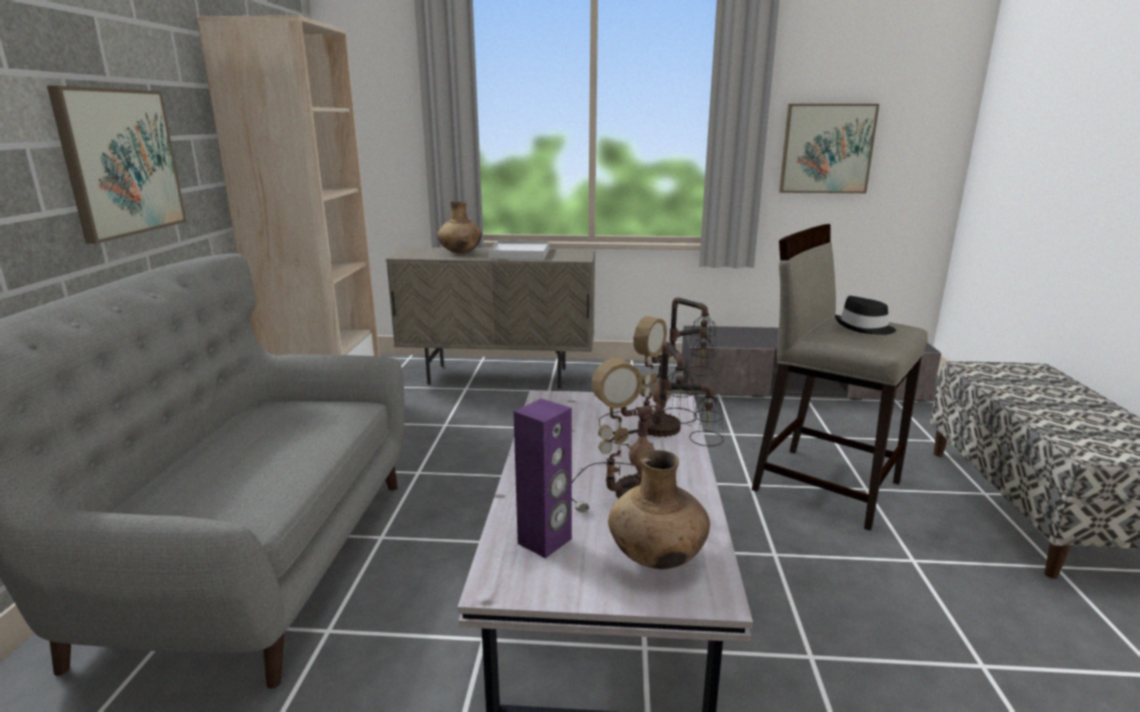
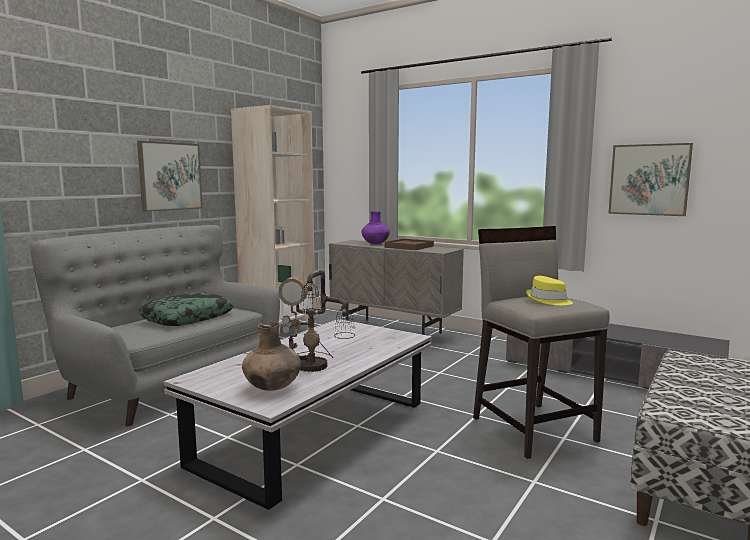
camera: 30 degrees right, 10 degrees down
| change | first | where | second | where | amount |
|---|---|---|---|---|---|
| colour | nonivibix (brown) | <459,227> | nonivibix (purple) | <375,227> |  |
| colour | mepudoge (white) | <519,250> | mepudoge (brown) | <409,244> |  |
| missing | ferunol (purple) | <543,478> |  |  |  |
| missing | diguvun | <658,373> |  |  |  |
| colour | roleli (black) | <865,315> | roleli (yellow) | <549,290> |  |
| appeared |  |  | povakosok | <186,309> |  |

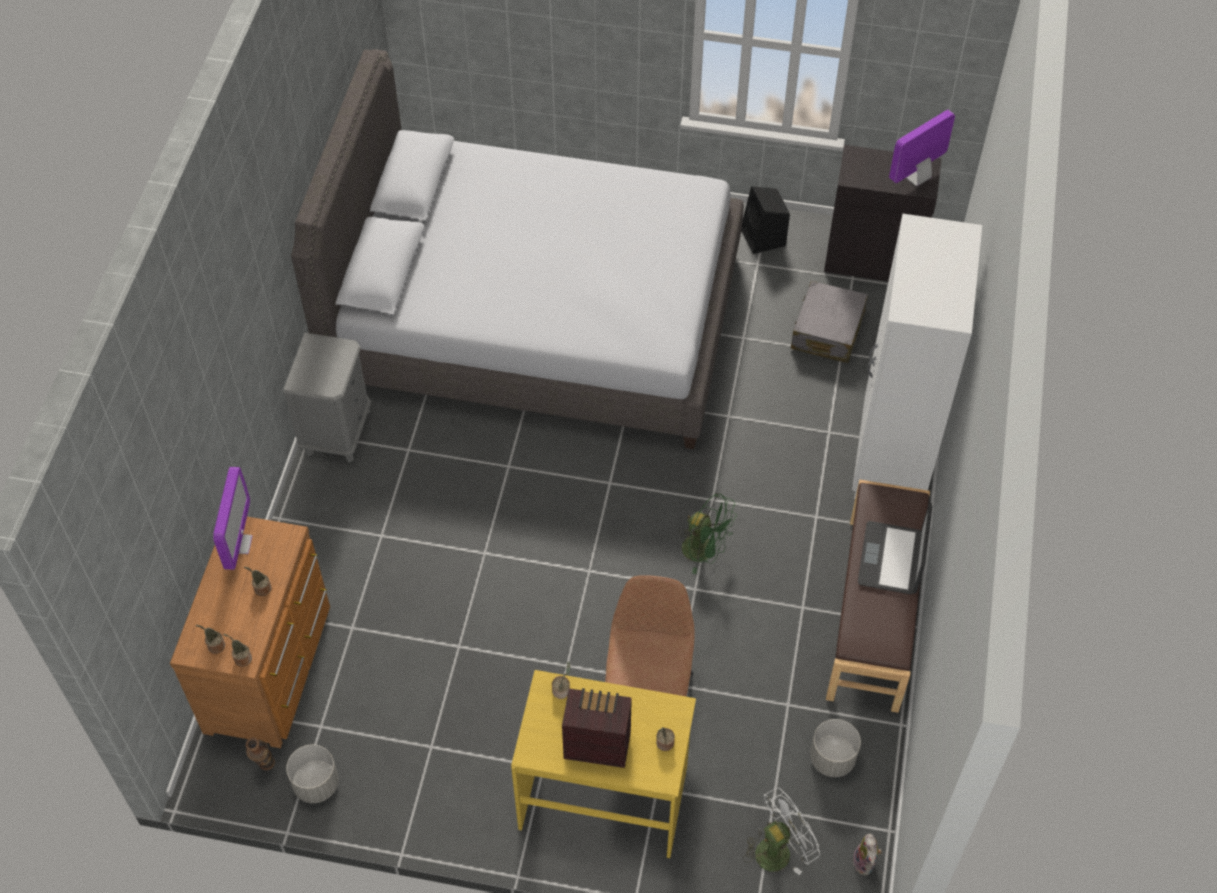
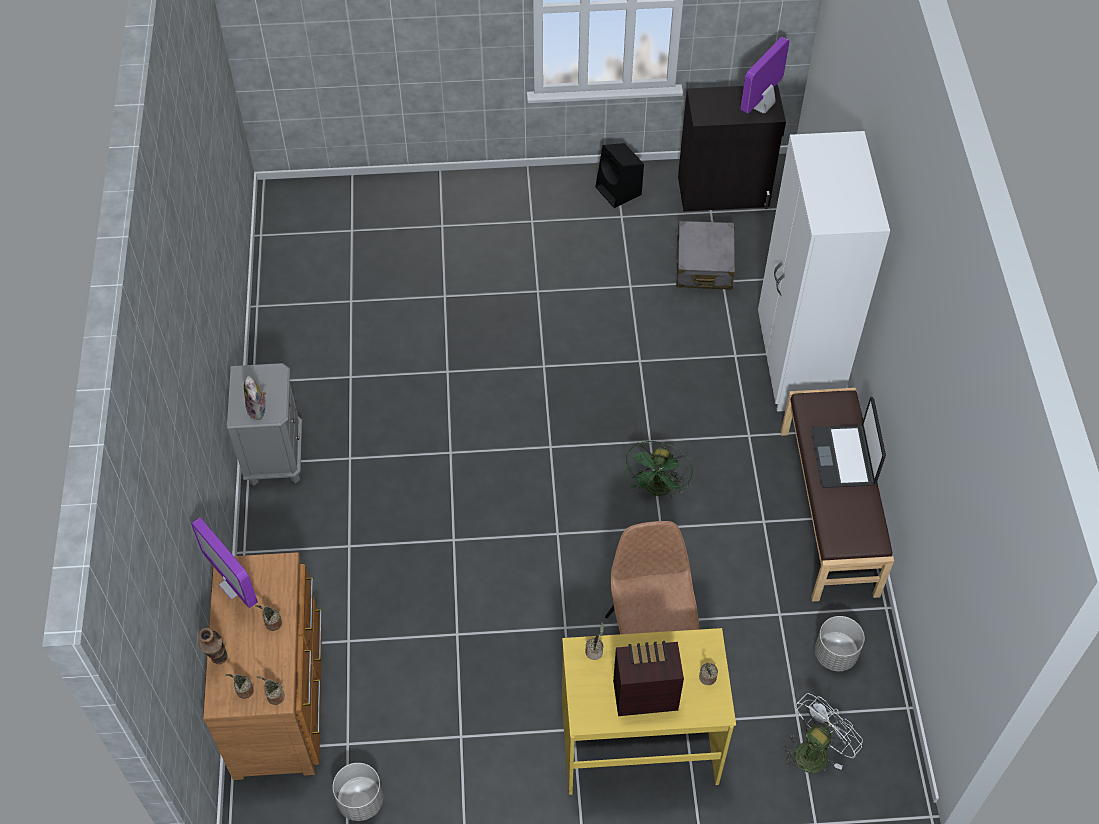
camera: 15 degrees left, 0 degrees up
| change | first | where | second | where | amount |
|---|---|---|---|---|---|
| spun | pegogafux | <233,518> |  | <224,562> | 150 degrees clockwise |
| relocated | nonivibix | <260,753> |  | <213,646> |  |
| missing | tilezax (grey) | <517,249> |  |  |  |
| spun | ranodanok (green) | <708,533> |  | <658,469> | 90 degrees clockwise |
| relocated | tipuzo | <867,854> |  | <255,398> |  |

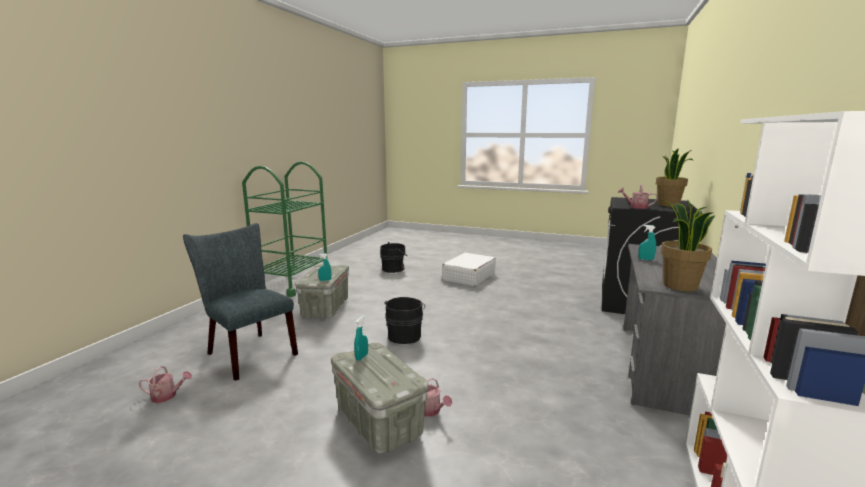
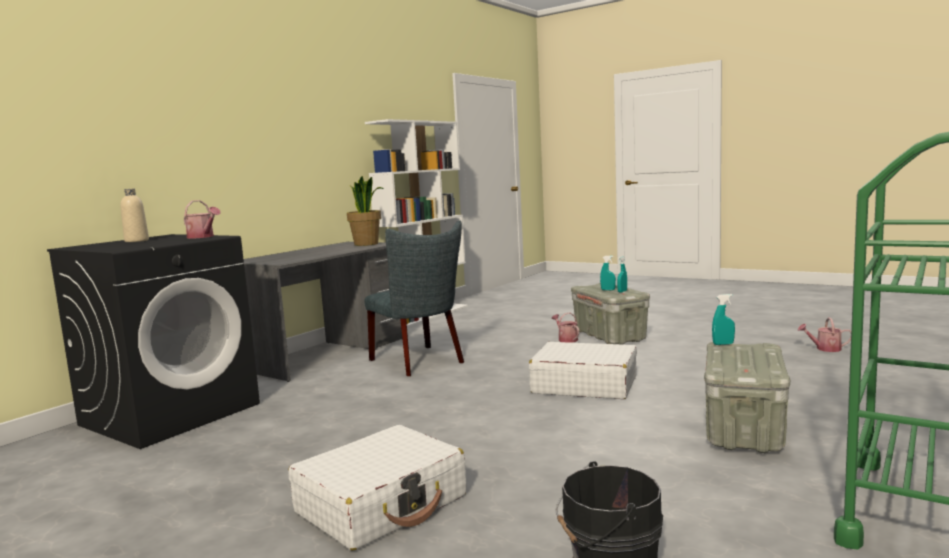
camera: 165 degrees left, 5 degrees down
| change | first | where | second | where | amount |
|---|---|---|---|---|---|
| relocated | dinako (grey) | <240,302> |  | <414,298> |  |
| exchanged | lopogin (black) | <404,320> | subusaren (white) | <583,370> |  |
| relocated | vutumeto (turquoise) | <647,242> |  | <608,273> |  |
| exchanged | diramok | <675,177> | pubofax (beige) | <135,215> |  |

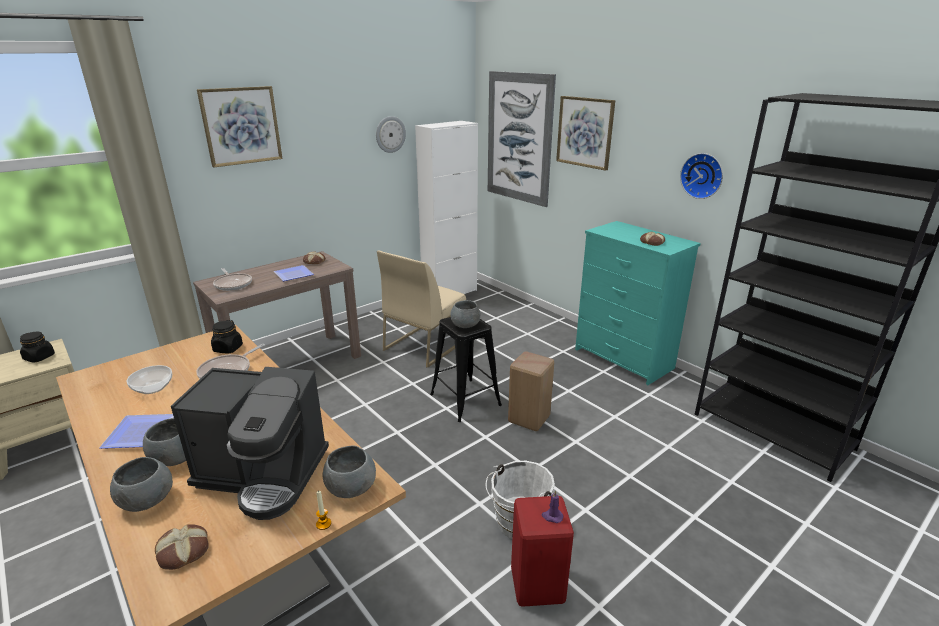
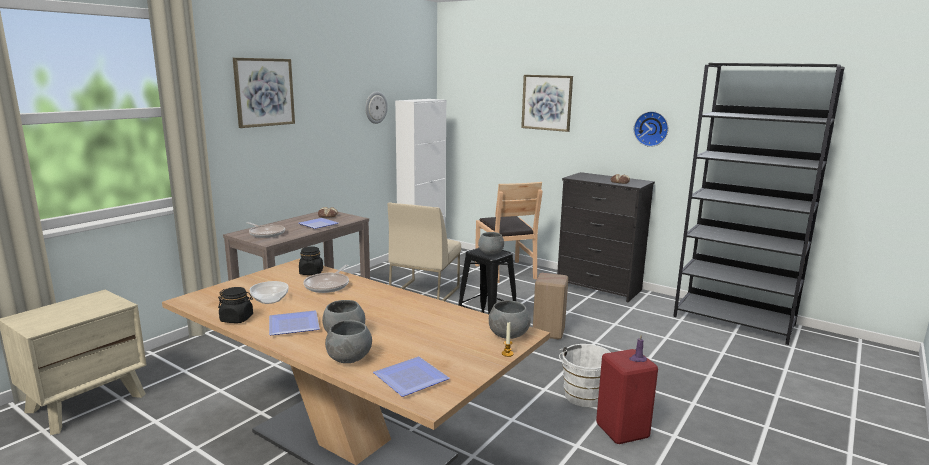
camera: 15 degrees left, 10 degrees down
| change | first | where | second | where | amount |
|---|---|---|---|---|---|
| relocated | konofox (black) | <37,347> |  | <235,305> |  |
| exchanged | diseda | <182,547> | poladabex | <411,377> |  |
| missing | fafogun | <250,443> |  |  |  |
| missing | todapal | <522,139> |  |  |  |
| colour | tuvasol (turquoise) | <638,303> | tuvasol (black) | <606,237> |  |
| appeared |  |  | dinako (brown) | <508,232> |  |

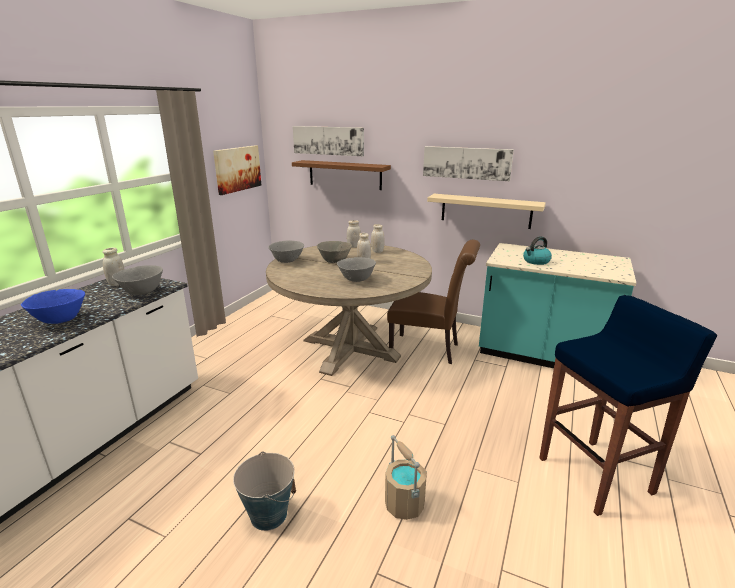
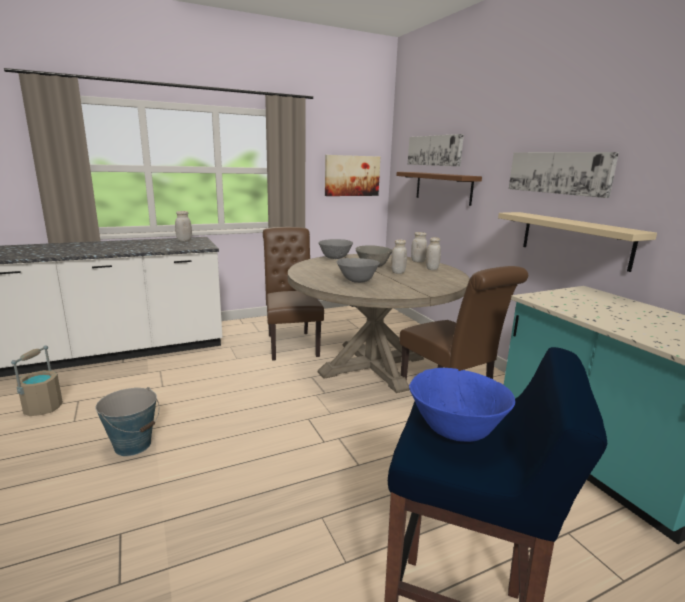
camera: 40 degrees right, 5 degrees down
| change | first | where | second | where | amount |
|---|---|---|---|---|---|
| relocated | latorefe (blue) | <53,306> |  | <462,405> |  |
| missing | latorefe (grey) | <137,280> |  |  |  |
| relocated | lopogin (beige) | <406,477> |  | <37,380> |  |
| missing | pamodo | <537,250> |  |  |  |
| appeared |  |  | dinako (brown) | <293,294> |  |

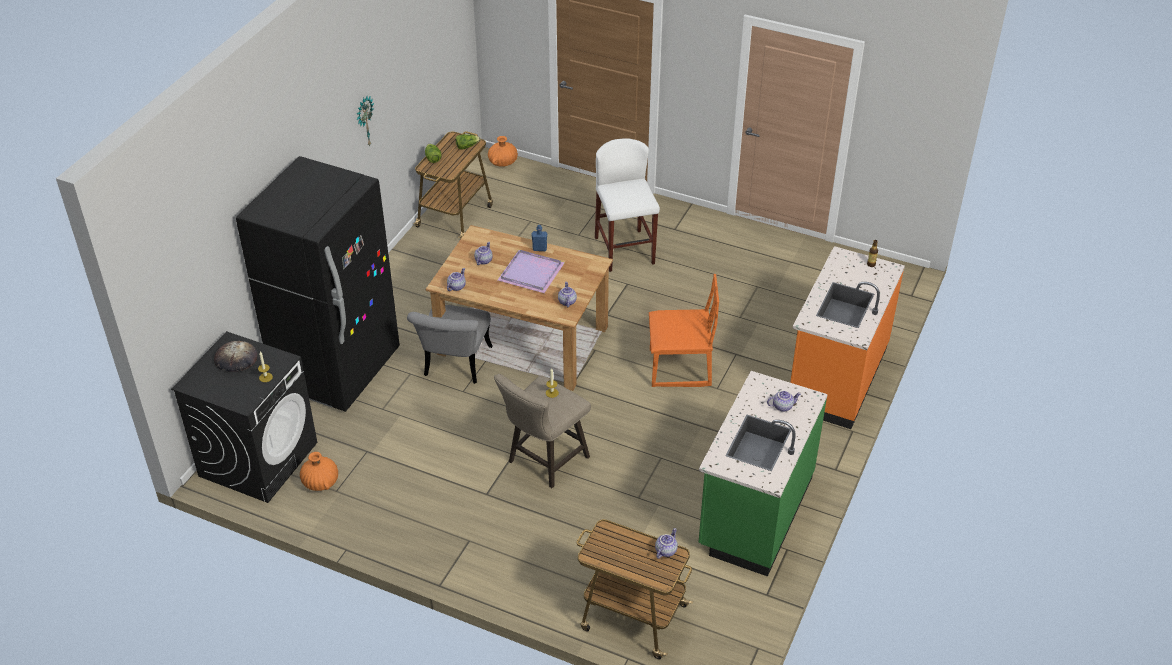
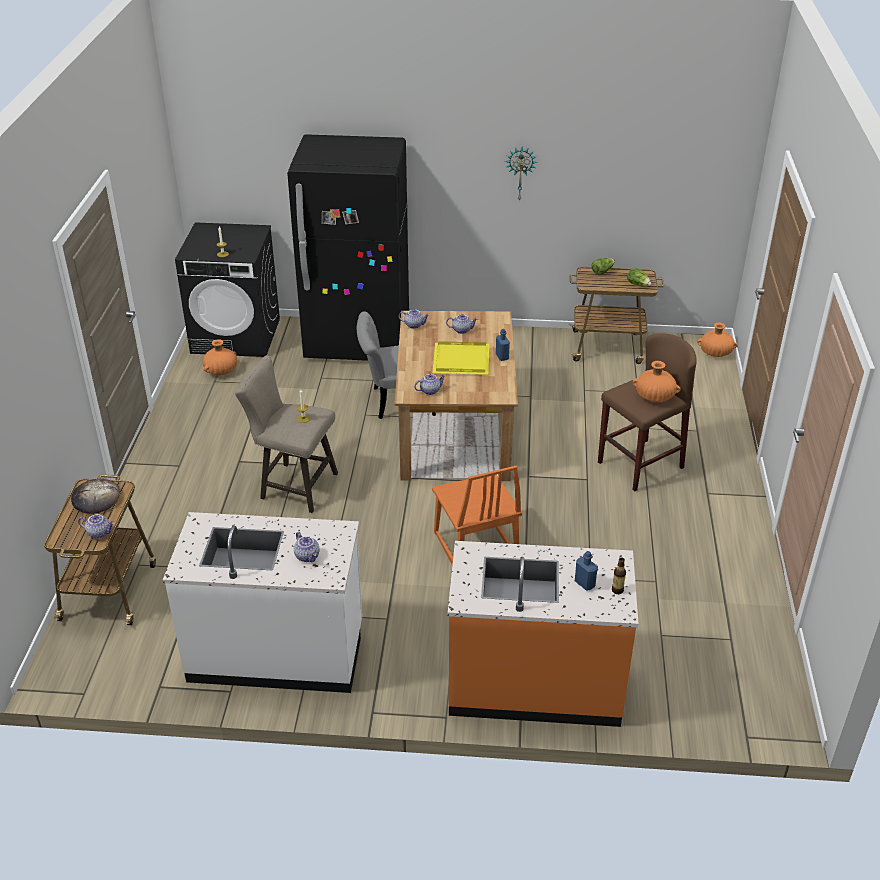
camera: 70 degrees right, 5 degrees down
| change | first | where | second | where | amount |
|---|---|---|---|---|---|
| relocated | diseda | <235,356> |  | <95,496> |  |
| colour | mepudoge (purple) | <531,271> | mepudoge (yellow) | <460,358> |  |
| colour | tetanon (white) | <627,205> | tetanon (brown) | <647,412> |  |
| colour | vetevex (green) | <763,474> | vetevex (white) | <262,602> |  |
| appeared |  |  | pubofax (blue) | <586,571> |  |
| appeared |  |  | nonivibix (orange) | <657,381> |  |

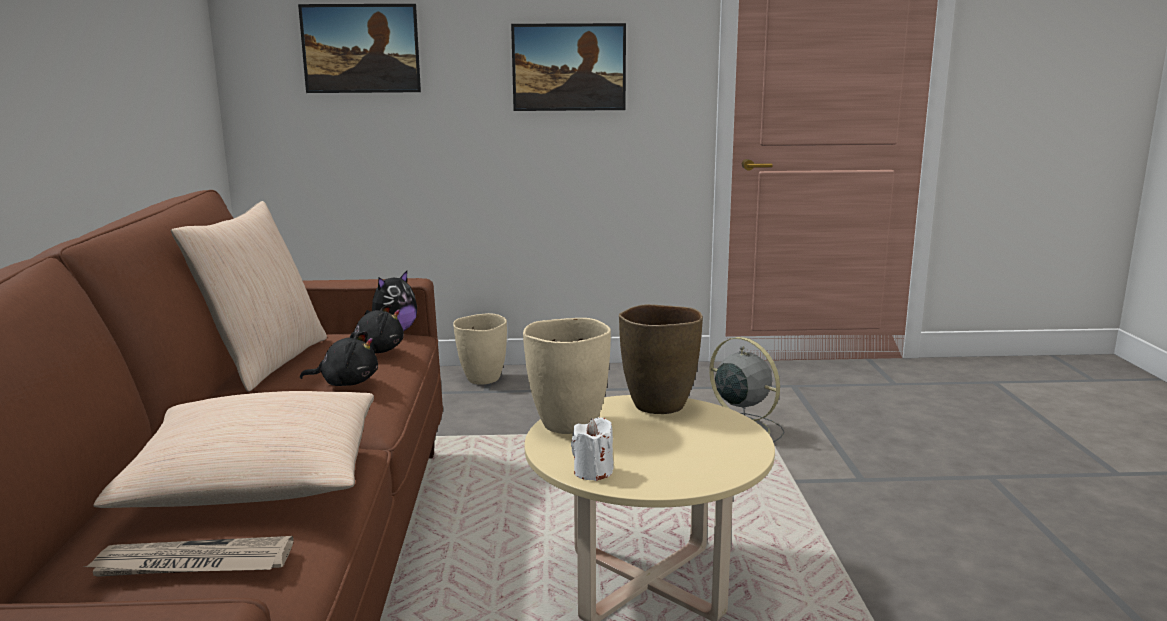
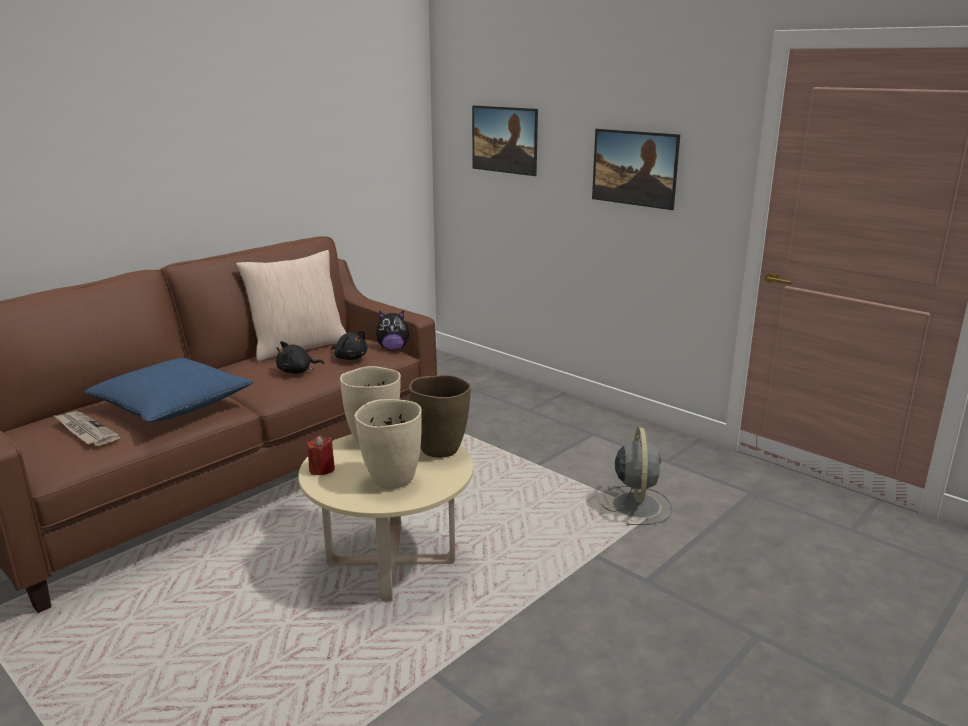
camera: 45 degrees right, 5 degrees up
| change | first | where | second | where | amount |
|---|---|---|---|---|---|
| colour | povakosok (beige) | <233,449> | povakosok (blue) | <168,390> |  |
| spun | tipuzo (black) | <339,358> |  | <300,357> | 105 degrees clockwise |
| relocated | nonivibix (beige) | <480,348> |  | <388,444> |  |
| colour | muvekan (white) | <592,449> | muvekan (red) | <321,455> |  |

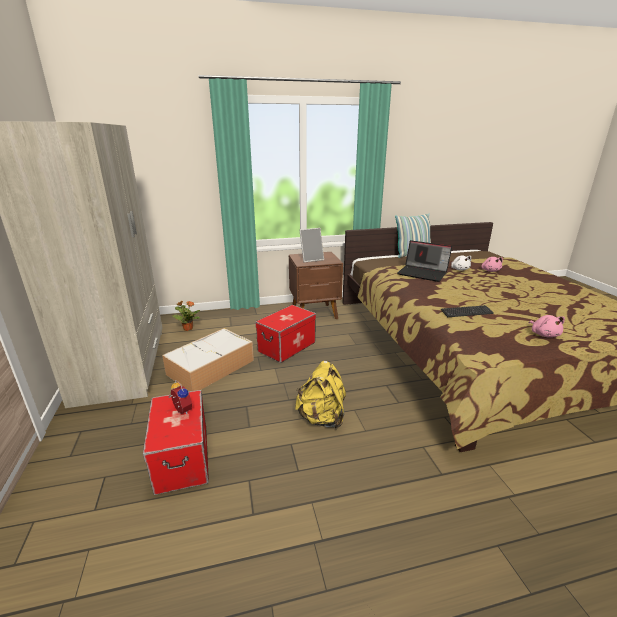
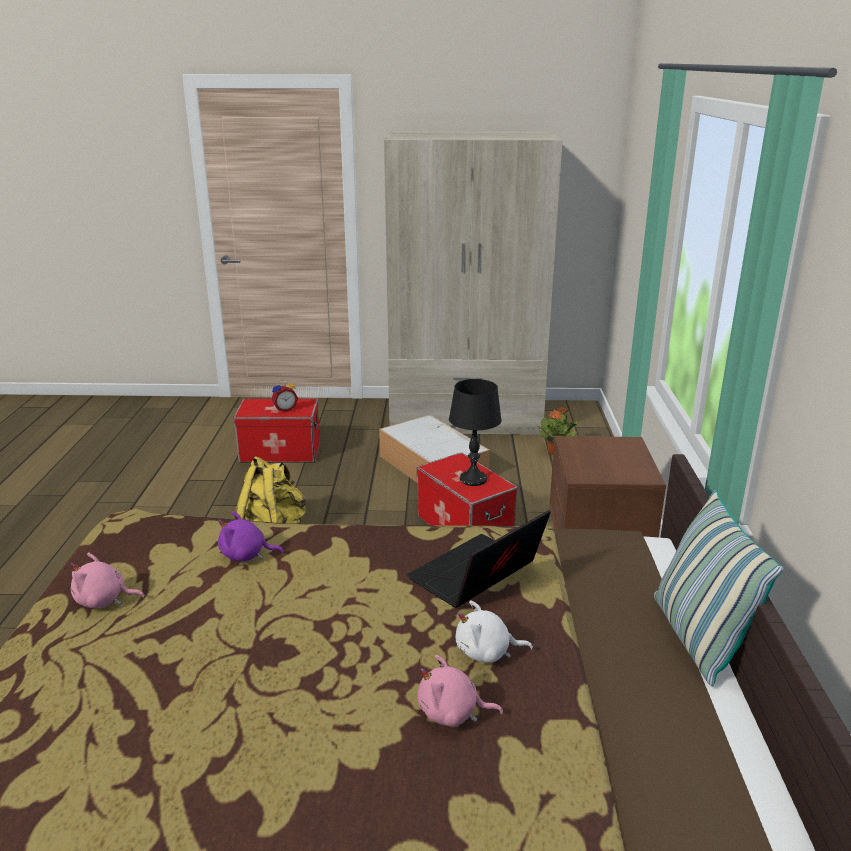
camera: 105 degrees right, 0 degrees up
| change | first | where | second | where | amount |
|---|---|---|---|---|---|
| missing | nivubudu | <311,245> |  |  |  |
| exchanged | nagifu | <467,311> | tipuzo (purple) | <251,536> |  |
| appeared |  |  | diguvun (black) | <475,432> |  |

